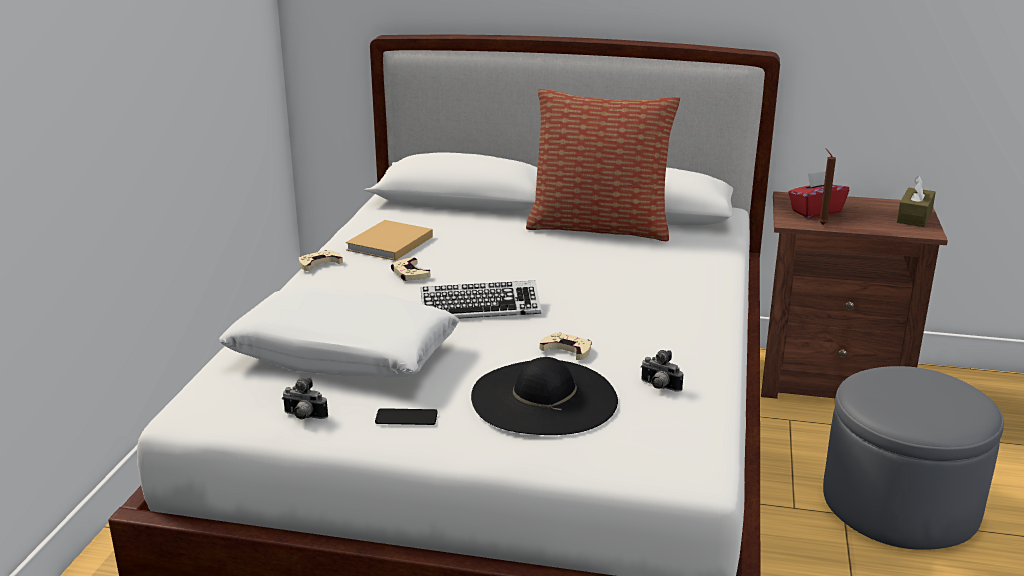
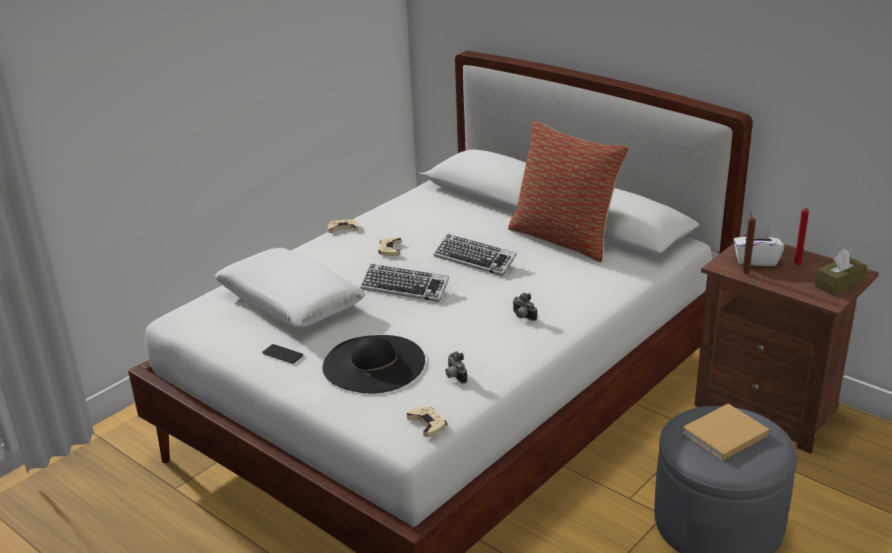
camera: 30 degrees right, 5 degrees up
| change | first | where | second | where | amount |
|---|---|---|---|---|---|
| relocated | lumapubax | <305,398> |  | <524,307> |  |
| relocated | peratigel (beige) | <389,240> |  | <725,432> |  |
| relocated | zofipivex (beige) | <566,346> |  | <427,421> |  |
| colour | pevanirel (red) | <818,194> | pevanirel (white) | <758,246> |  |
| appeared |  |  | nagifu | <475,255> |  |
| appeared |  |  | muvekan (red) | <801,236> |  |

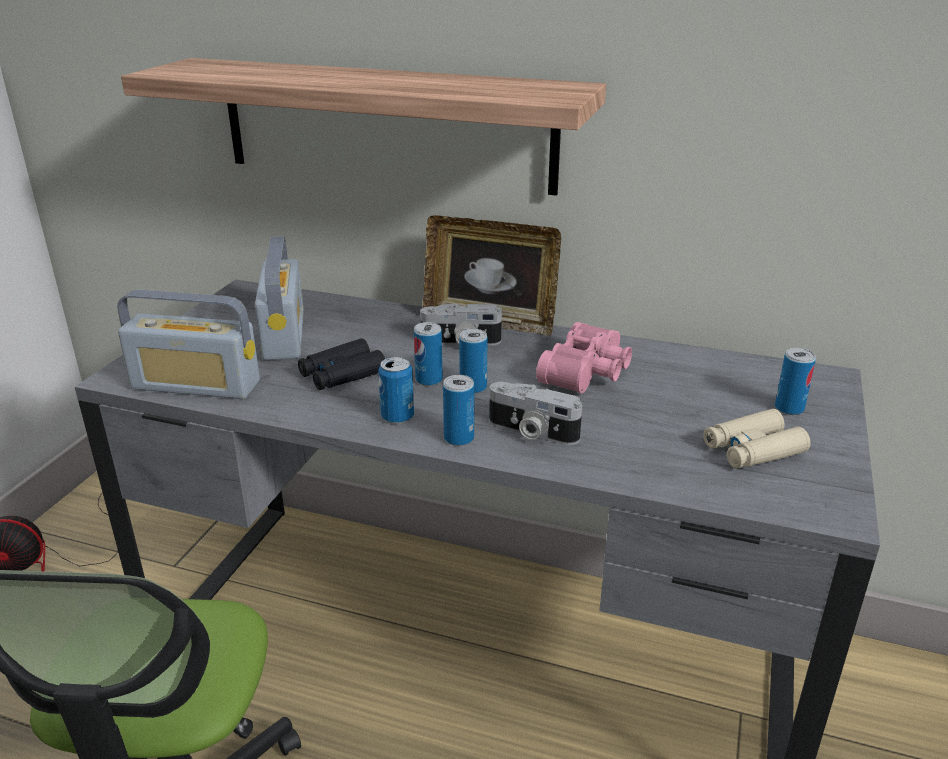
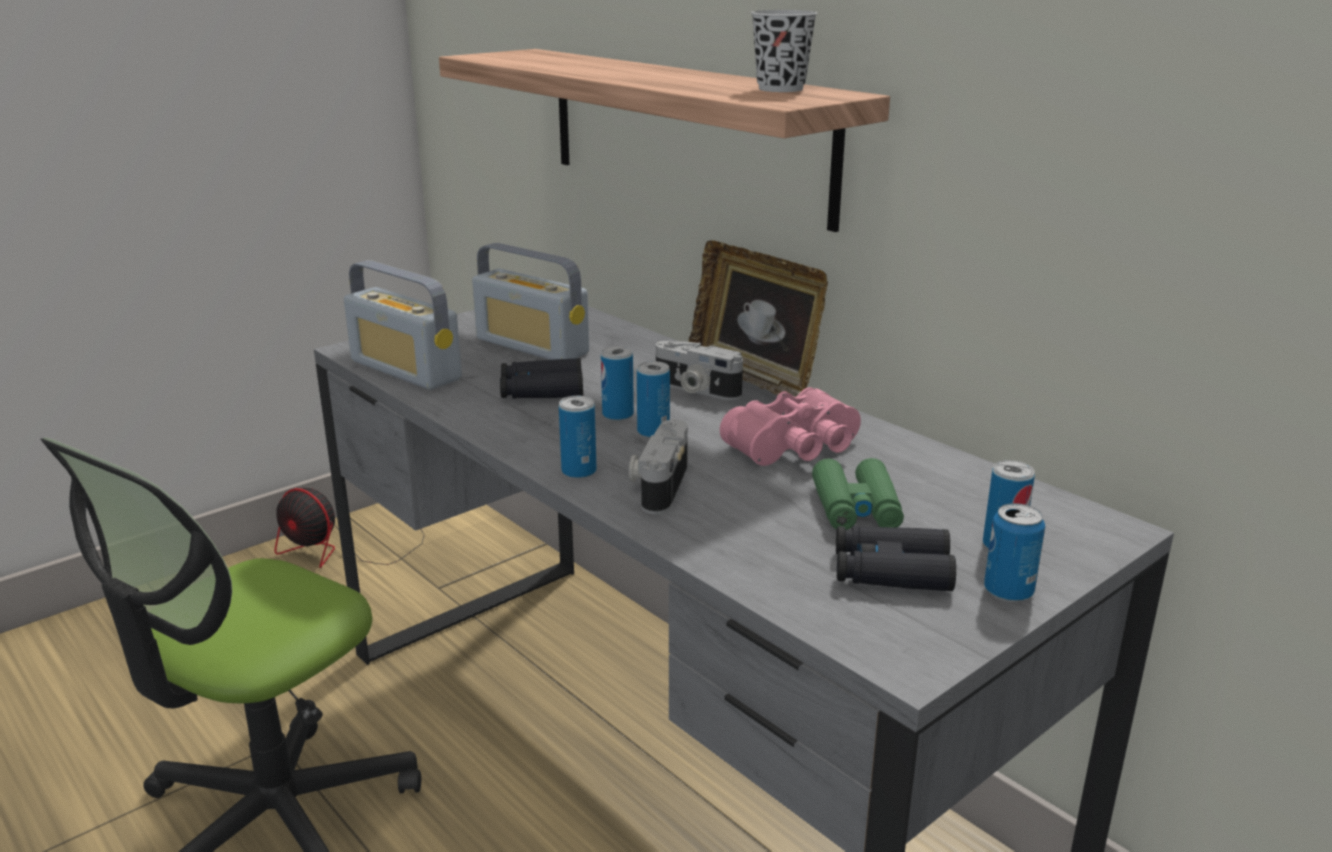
camera: 30 degrees right, 5 degrees down
| change | first | where | second | where | amount |
|---|---|---|---|---|---|
| spun | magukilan | <279,298> |  | <530,301> | 105 degrees clockwise |
| relocated | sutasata | <396,390> |  | <1014,552> |  |
| spun | lumapubax | <535,413> |  | <658,466> | 45 degrees clockwise |
| colour | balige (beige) | <757,439> | balige (black) | <896,558> |  |
| appeared |  |  | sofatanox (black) | <784,51> |  |
| appeared |  |  | balige (green) | <858,494> |  |

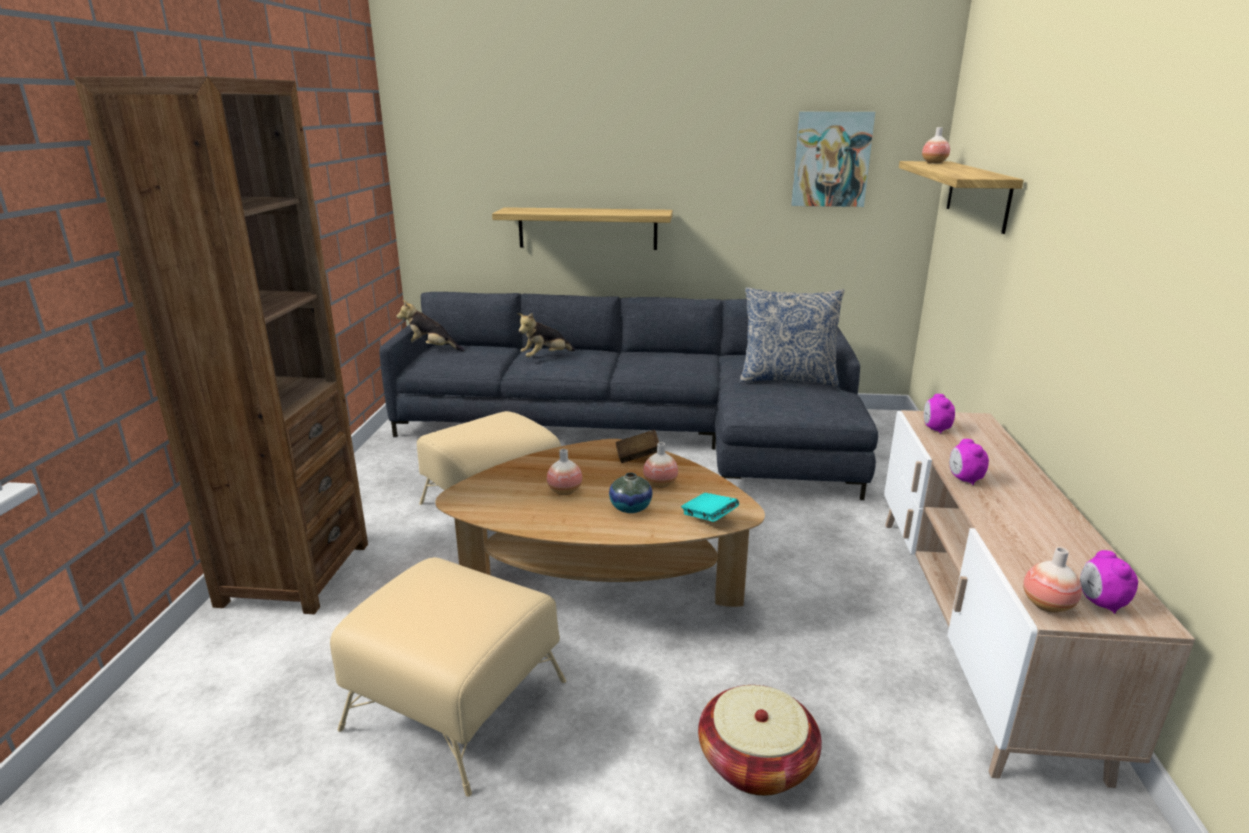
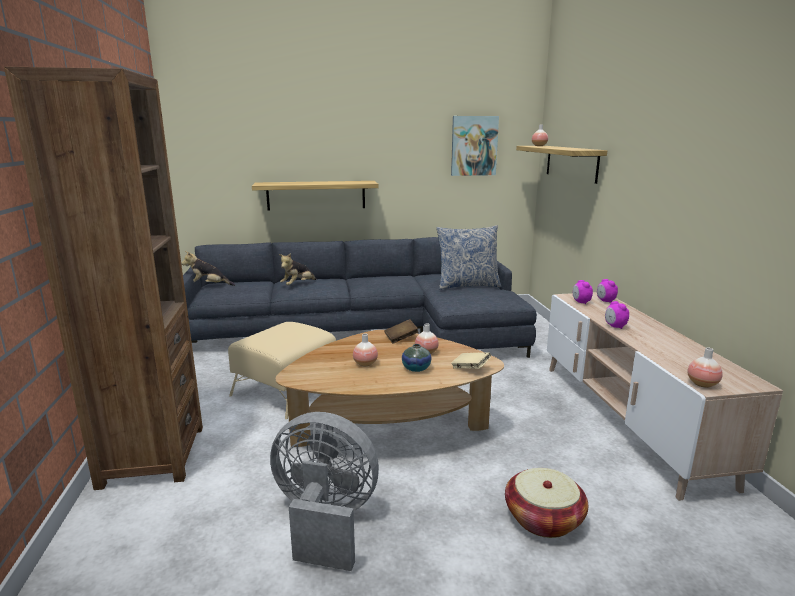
camera: 15 degrees left, 5 degrees down
| change | first | where | second | where | amount |
|---|---|---|---|---|---|
| exchanged | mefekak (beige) | <448,677> | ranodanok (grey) | <324,491> |  |
| colour | peratigel (turquoise) | <710,507> | peratigel (beige) | <471,361> |  |
| relocated | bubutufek | <1109,582> |  | <607,291> |  |

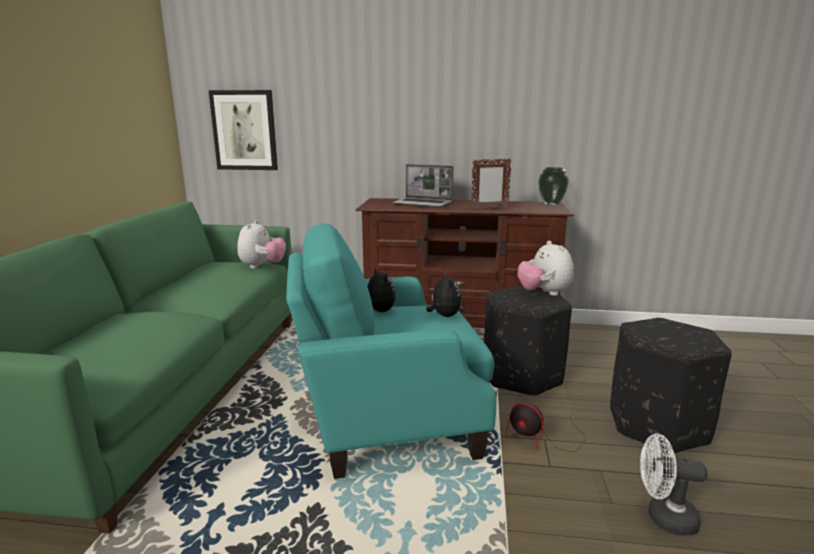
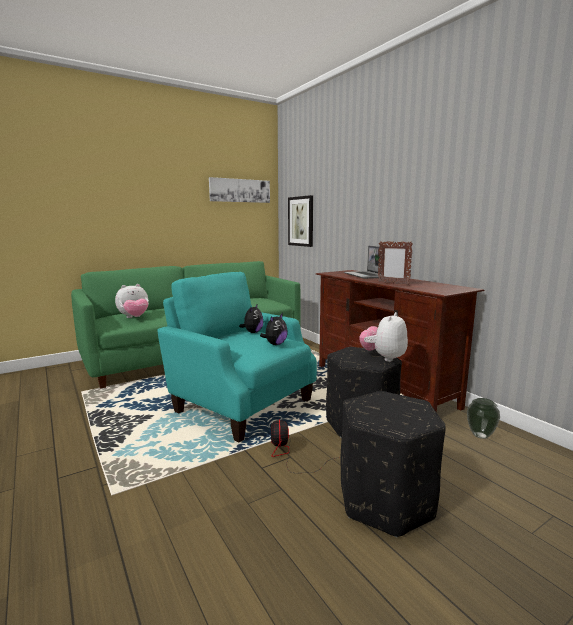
camera: 50 degrees right, 5 degrees down
| change | first | where | second | where | amount |
|---|---|---|---|---|---|
| relocated | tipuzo | <261,244> |  | <132,301> |  |
| relocated | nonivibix | <553,186> |  | <483,418> |  |
| missing | ranodanok (white) | <673,485> |  |  |  |
| appeared |  |  | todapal | <239,190> |  |

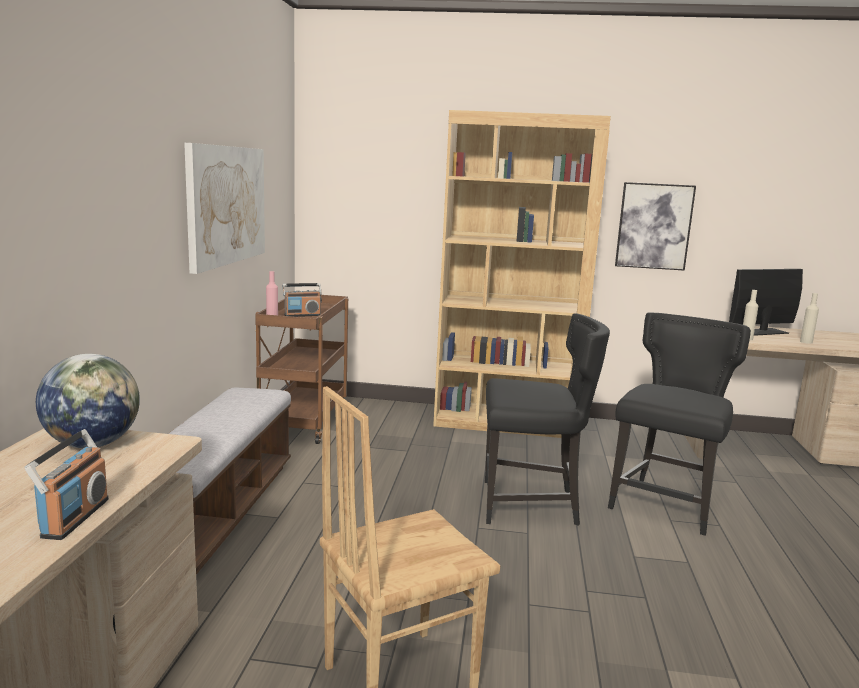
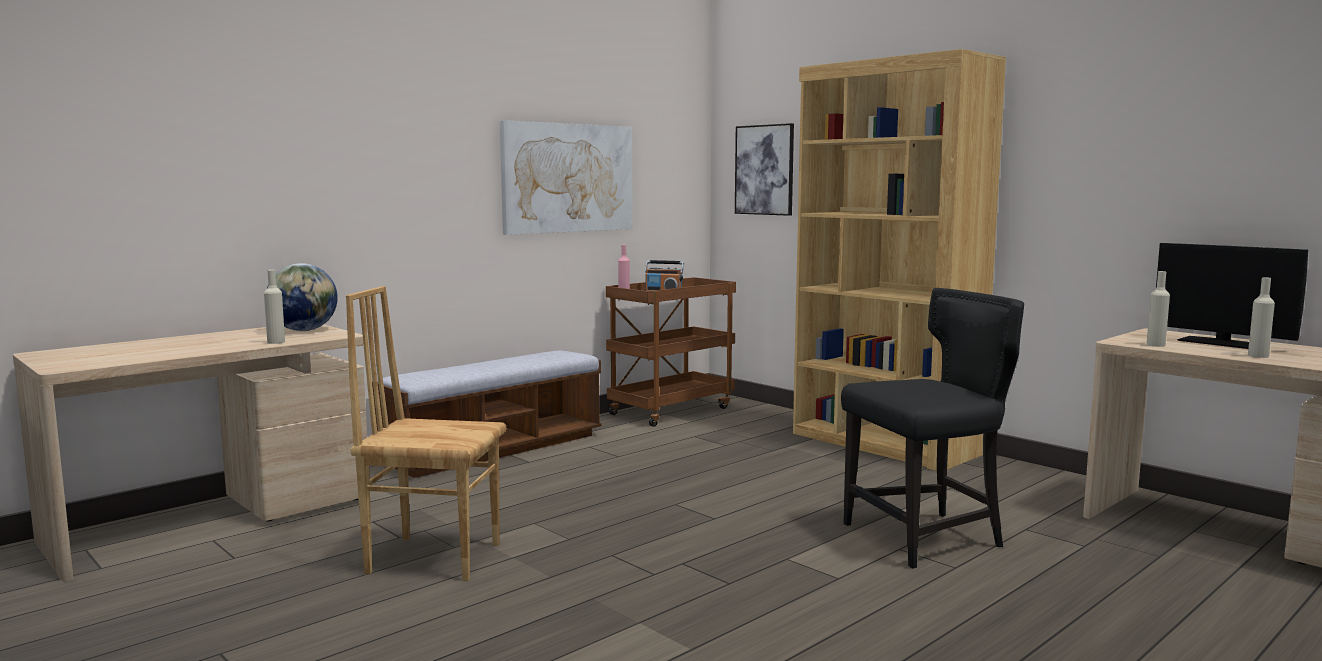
camera: 40 degrees right, 5 degrees down
| change | first | where | second | where | amount |
|---|---|---|---|---|---|
| missing | magukilan | <67,484> |  |  |  |
| missing | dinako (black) | <547,419> |  |  |  |
| relocated | todapal | <655,226> |  | <764,169> |  |
| spun | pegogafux | <766,302> |  | <1232,296> | 150 degrees counterclockwise |
| appeared |  |  | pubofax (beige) | <274,307> |  |

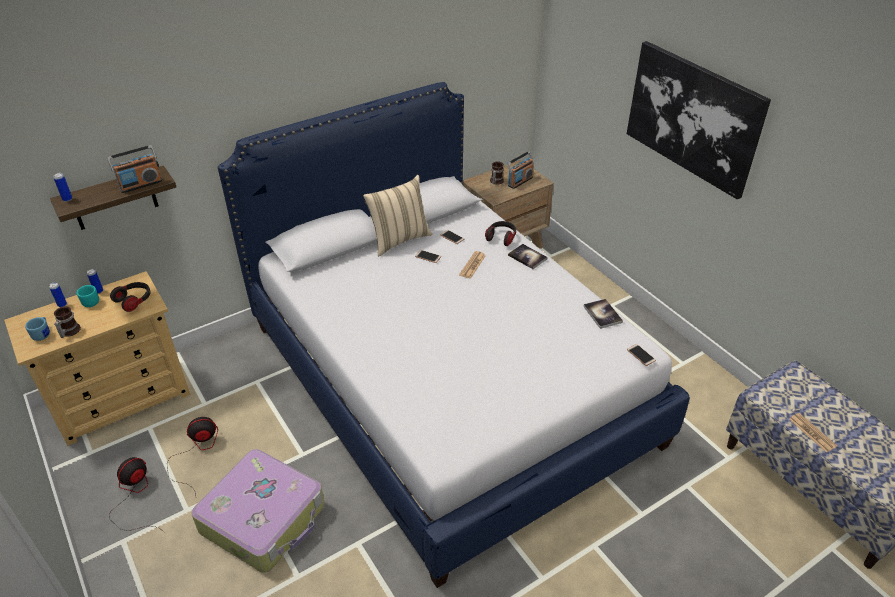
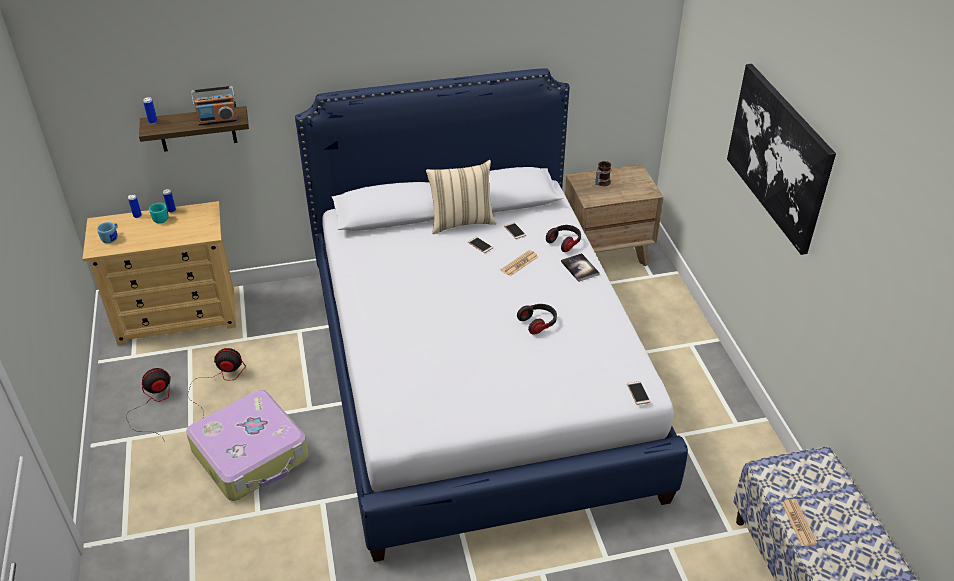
camera: 20 degrees right, 0 degrees up
| change | first | where | second | where | amount |
|---|---|---|---|---|---|
| missing | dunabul | <67,322> |  |  |  |
| relocated | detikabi | <130,297> |  | <537,319> |  |
| missing | magukilan | <520,170> |  |  |  |
| missing | peratigel | <603,314> |  |  |  |

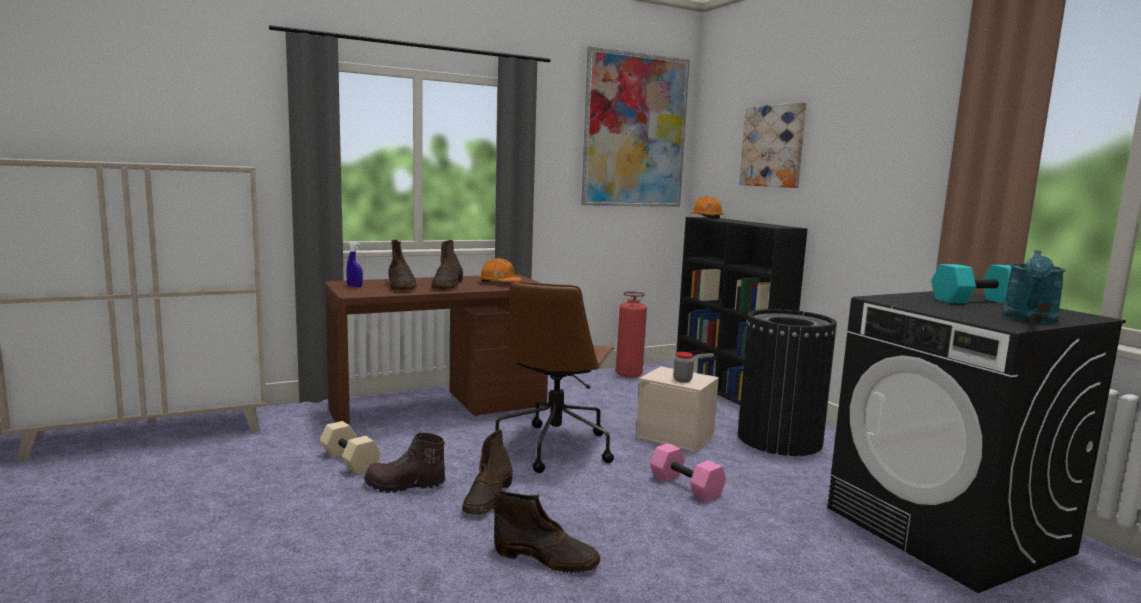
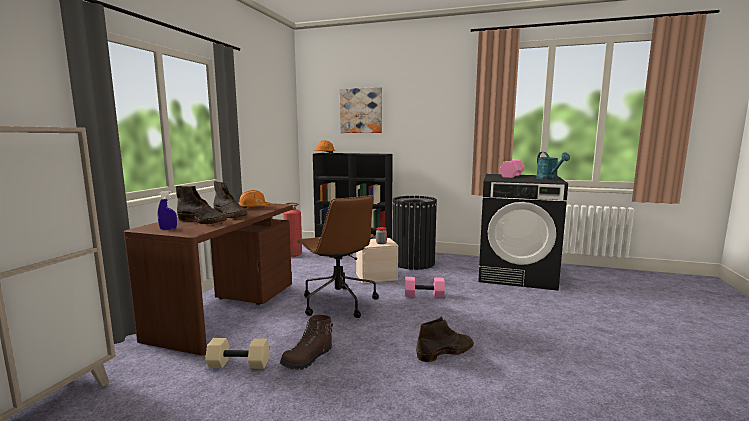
camera: 45 degrees left, 0 degrees up
| change | first | where | second | where | amount |
|---|---|---|---|---|---|
| missing | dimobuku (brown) | <487,472> |  |  |  |
| missing | todapal | <635,126> |  |  |  |
| colour | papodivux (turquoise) | <971,283> | papodivux (pink) | <512,169> |  |

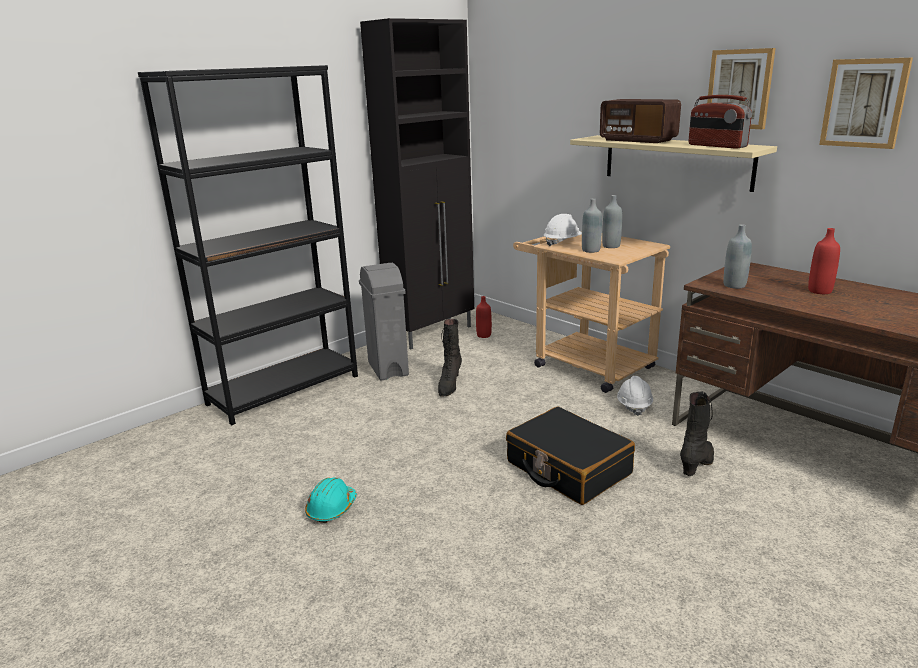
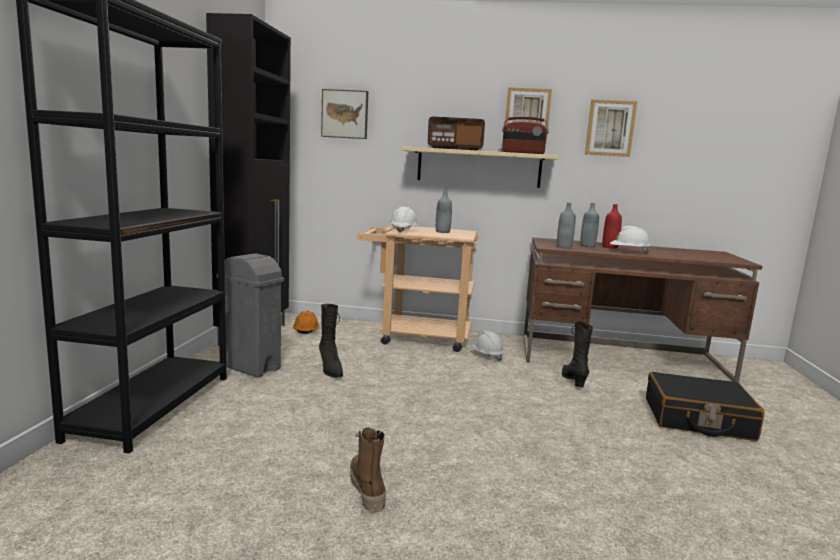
camera: 40 degrees left, 10 degrees down
| change | first | where | second | where | amount |
|---|---|---|---|---|---|
| exchanged | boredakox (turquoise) | <331,500> | dimobuku | <368,470> |  |
| exchanged | pubofax (red) | <484,317> | boredakox (orange) | <306,322> |  |
| relocated | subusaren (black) | <570,456> |  | <705,406> |  |
| relocated | pubofax (grey) | <592,225> |  | <589,225> |  |
| appeared |  |  | todapal | <344,114> |  |
| appeared |  |  | boredakox (white) | <630,239> |  |

